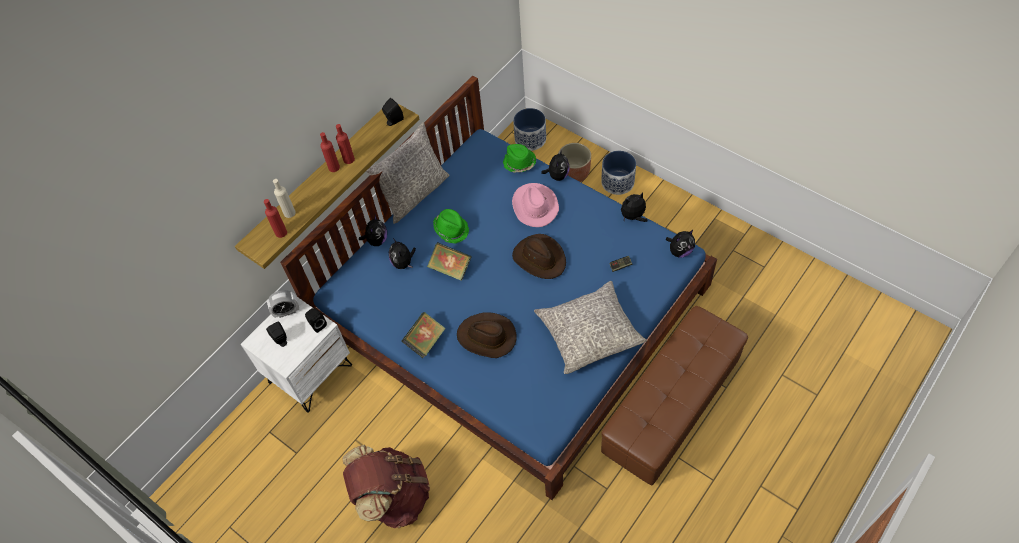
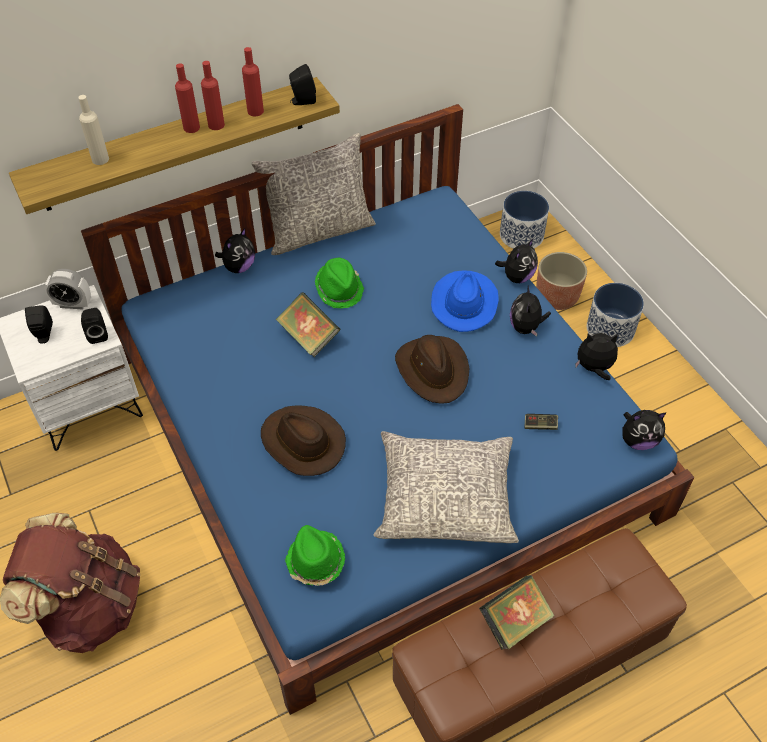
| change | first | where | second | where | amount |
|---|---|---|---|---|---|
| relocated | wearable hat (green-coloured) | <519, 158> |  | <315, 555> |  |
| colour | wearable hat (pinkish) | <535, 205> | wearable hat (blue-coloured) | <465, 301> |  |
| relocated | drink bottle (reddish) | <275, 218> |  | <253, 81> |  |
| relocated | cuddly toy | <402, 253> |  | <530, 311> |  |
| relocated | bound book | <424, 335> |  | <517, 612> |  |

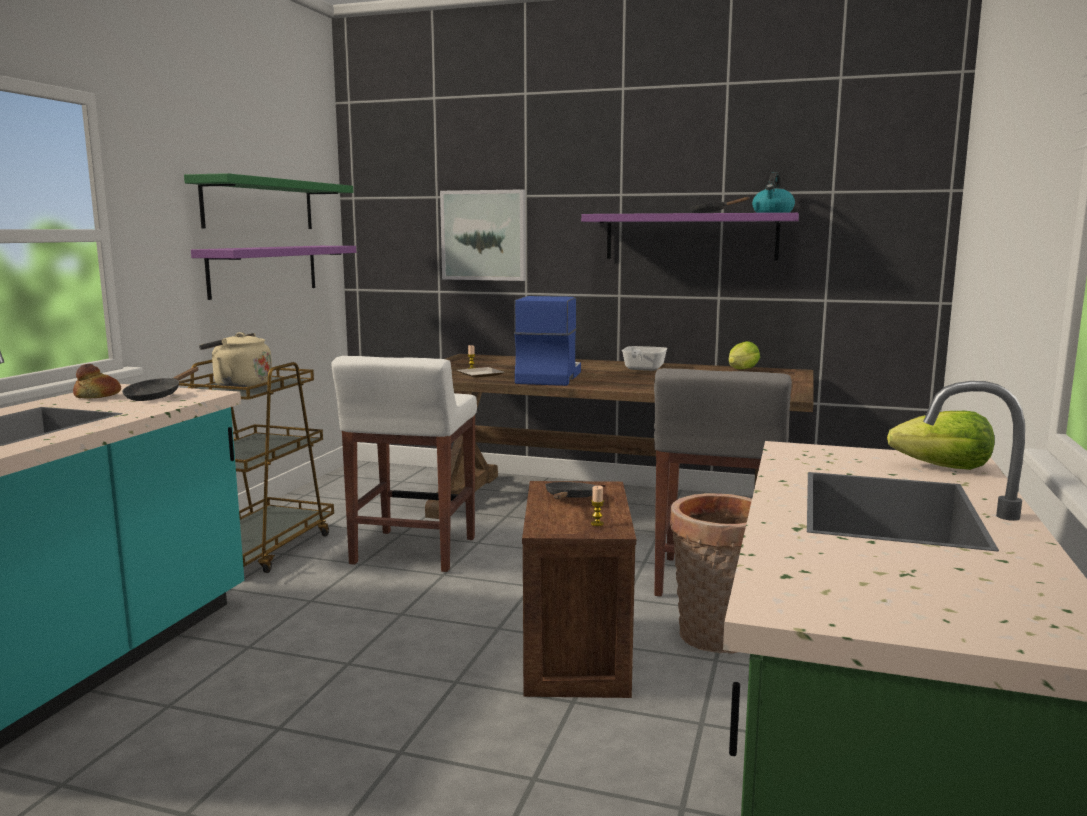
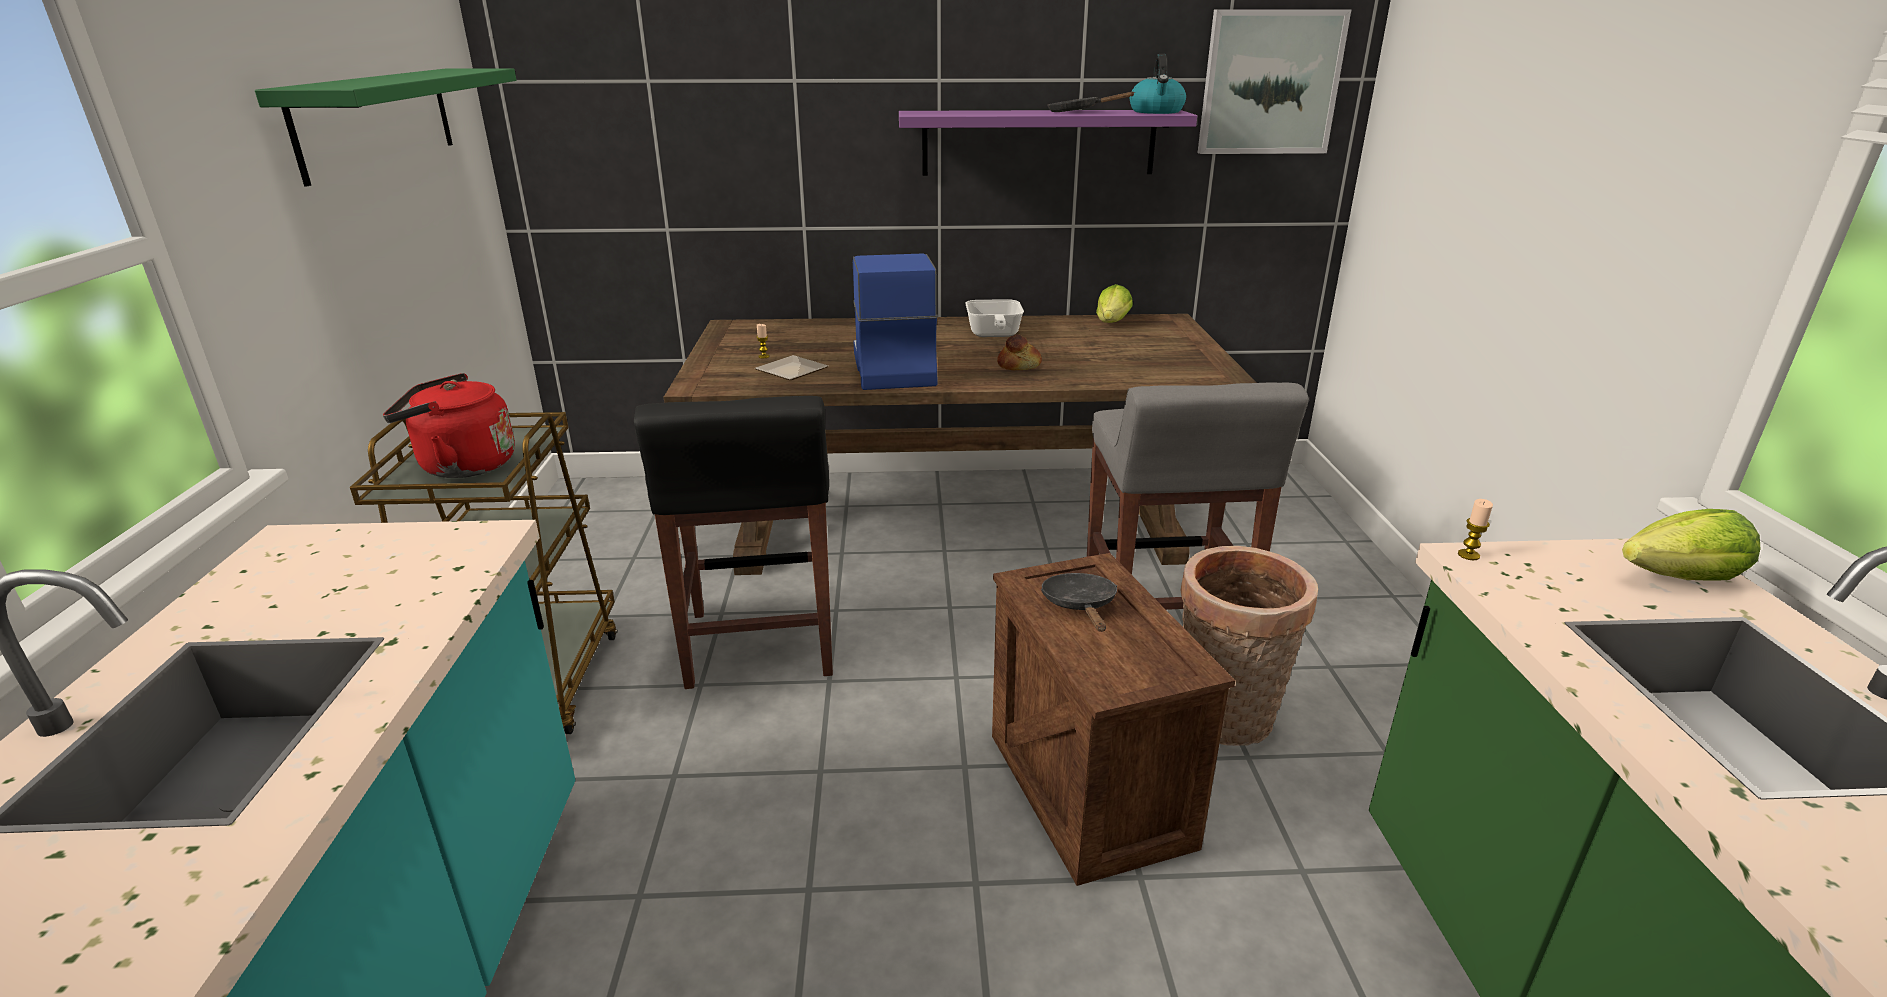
| change | first | where | second | where | amount |
|---|---|---|---|---|---|
| relocated | picture | <483, 235> |  | <1274, 81> |  |
| missing | shelf (purple) | <273, 273> |  |  |  |
| colour | water kettle (beige-coloured) | <235, 360> | water kettle (reddish) | <449, 425> |  |
| colour | sitting stool (white) | <404, 464> | sitting stool (black) | <733, 542> |  |
| relocated | baked bread | <97, 381> |  | <1019, 352> |  |
| missing | pan (black) | <160, 384> |  |  |  |
| relocated | wax candle | <597, 505> |  | <1475, 529> |  |

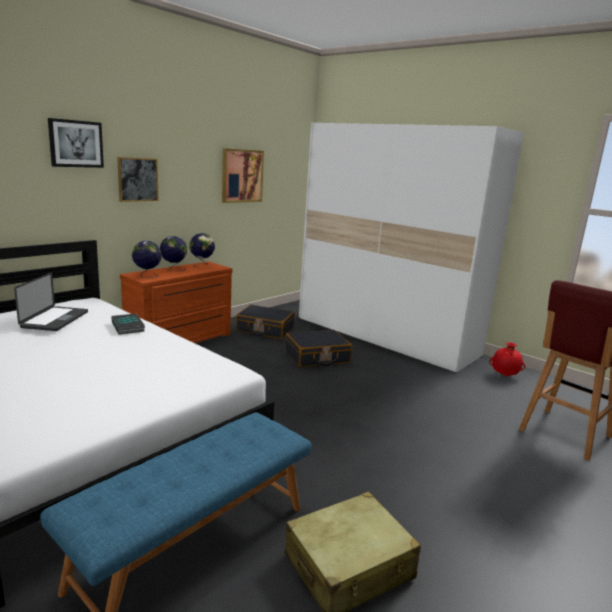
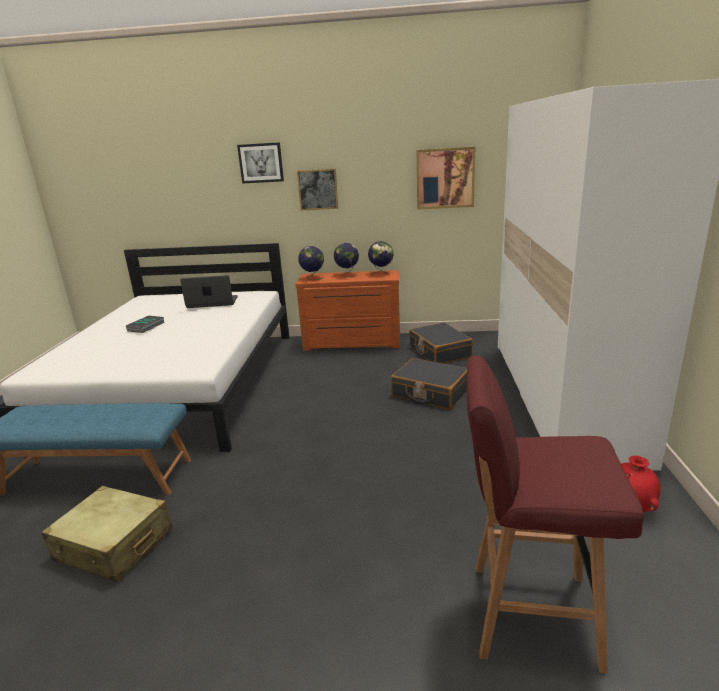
| change | first | where | second | where | amount |
|---|---|---|---|---|---|
| spun | portable computer | <51, 302> |  | <209, 291> | 150 degrees counterclockwise |
| relocated | bound book | <128, 324> |  | <145, 324> |  |

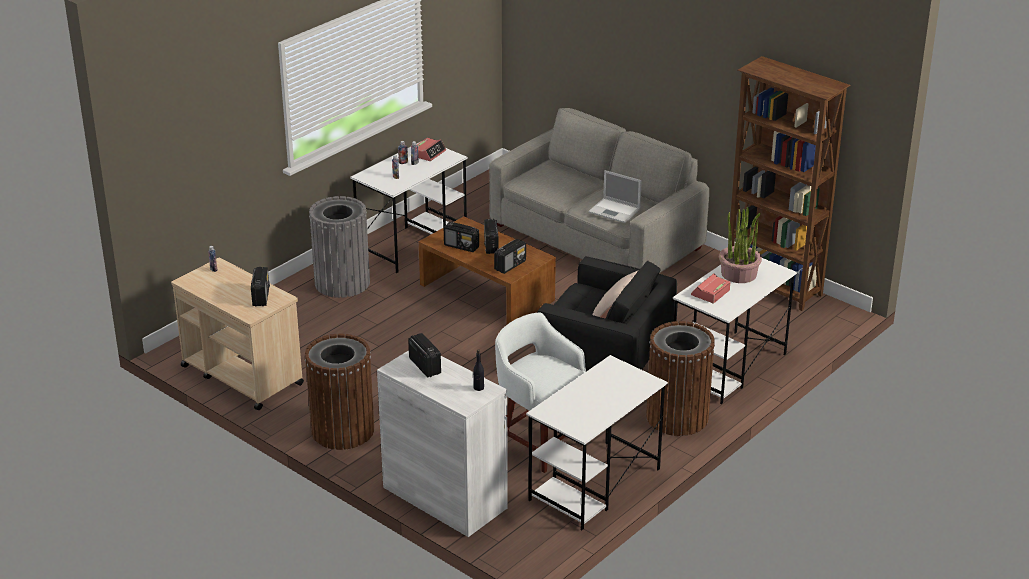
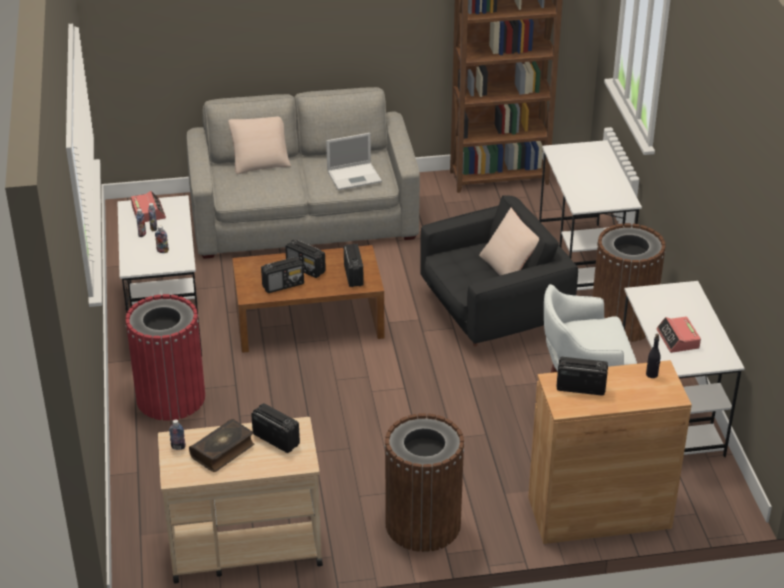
| change | first | where | second | where | amount |
|---|---|---|---|---|---|
| colour | trash can (gray) | <339, 247> | trash can (reddish) | <165, 357> |  |
| missing | plant in a pot | <740, 244> |  |  |  |
| relocated | table clock | <710, 288> |  | <678, 334> |  |
| colour | storage cabinet (white) | <442, 443> | storage cabinet (brown-coloured) | <610, 452> |  |
| appeared |  |  | cushion (beige-coloured) | <259, 145> |  |
| appeared |  |  | bound book | <221, 445> |  |

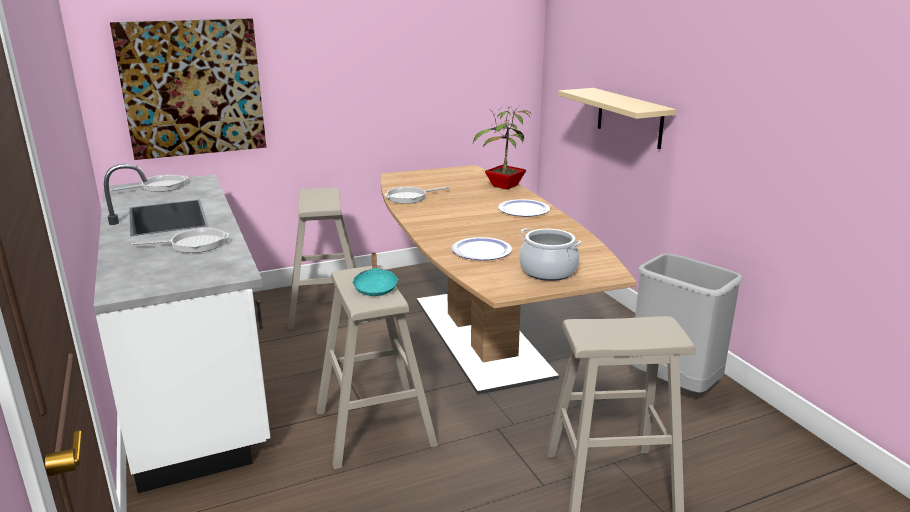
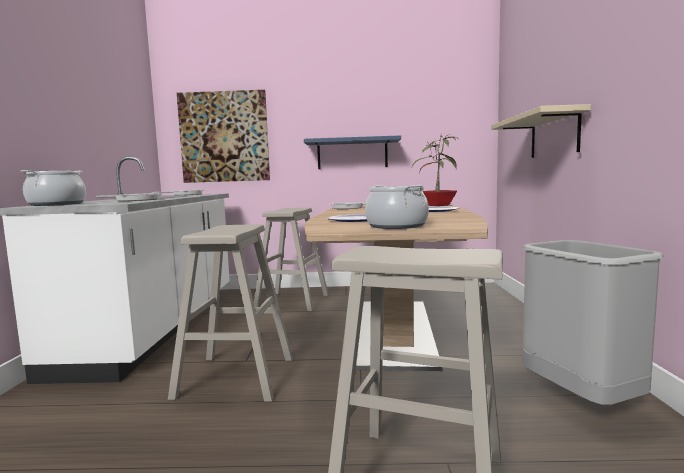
| change | first | where | second | where | amount |
|---|---|---|---|---|---|
| missing | pan (turquoise-coloured) | <375, 274> |  |  |  |
| appeared |  |  | shelf (blue-coloured) | <352, 152> |  |
| appeared |  |  | cooking pot | <53, 188> |  |

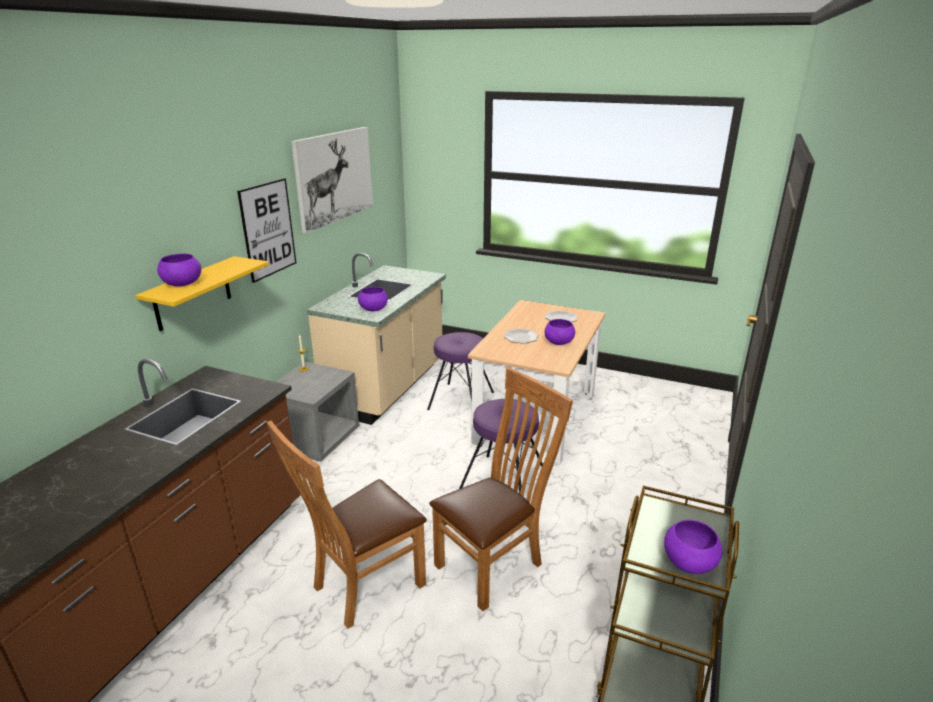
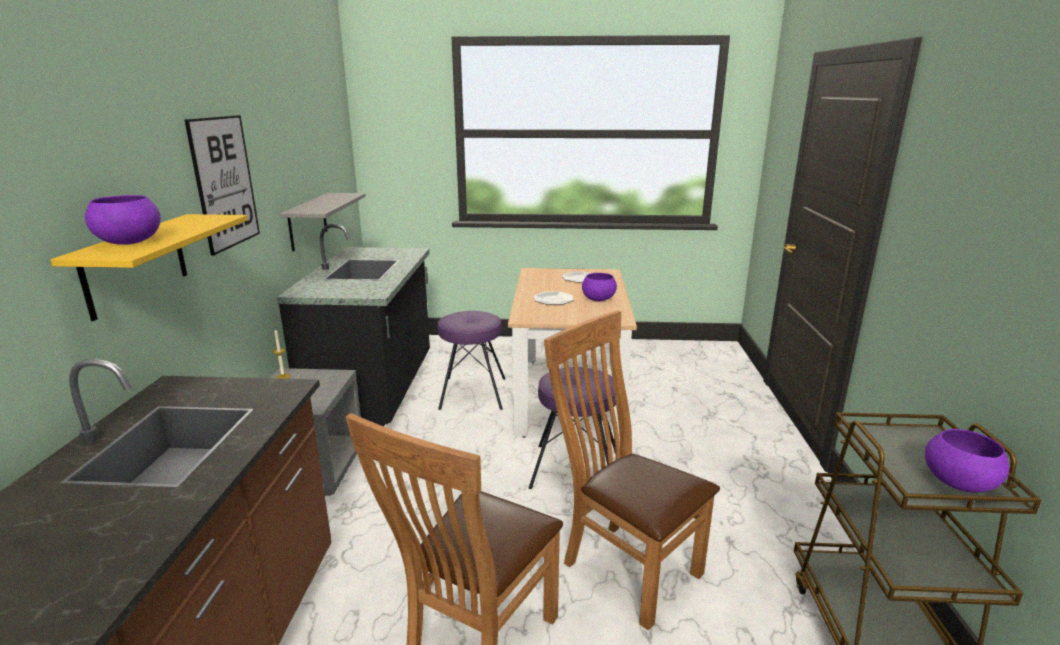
| change | first | where | second | where | amount |
|---|---|---|---|---|---|
| missing | picture | <332, 180> |  |  |  |
| colour | counter (beige-coloured) | <376, 339> | counter (black) | <353, 325> |  |
| missing | deep dish (purple) | <373, 299> |  |  |  |
| spun | chair (brown-coloured) | <501, 490> |  | <632, 471> | 75 degrees counterclockwise |
| appeared |  |  | shelf (gray) | <323, 222> |  |

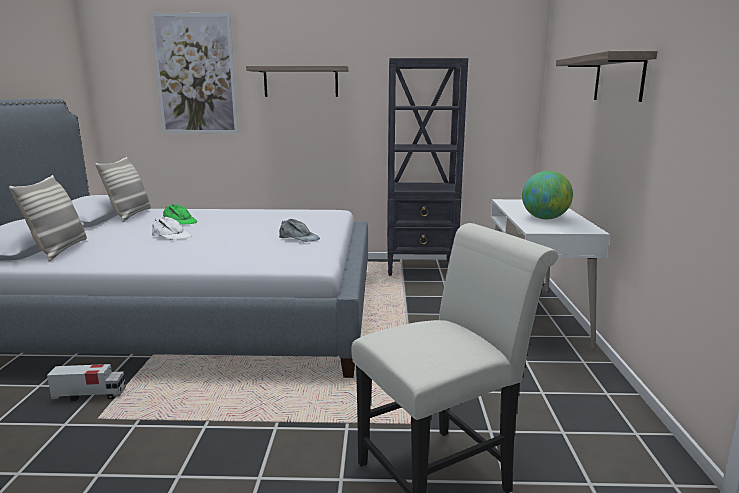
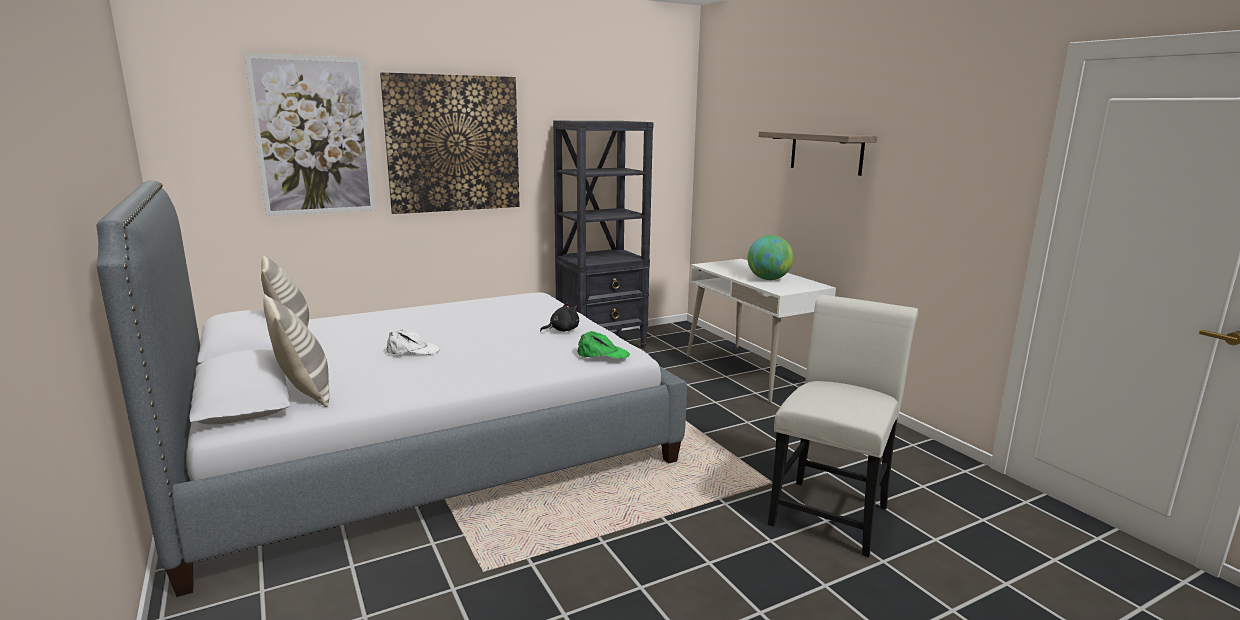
| change | first | where | second | where | amount |
|---|---|---|---|---|---|
| exchanged | shelf | <297, 81> | picture | <450, 143> |  |
| relocated | baseball cap (green-coloured) | <180, 214> |  | <603, 345> |  |
| exchanged | baseball cap (gray) | <299, 230> | cuddly toy (black) | <559, 317> |  |
| missing | toy lorry | <86, 382> |  |  |  |

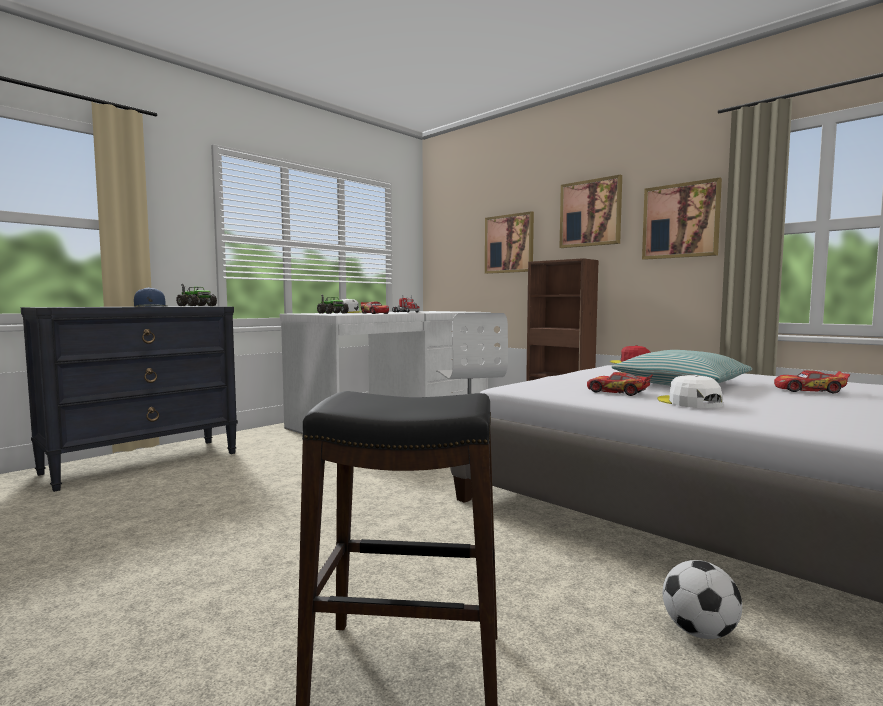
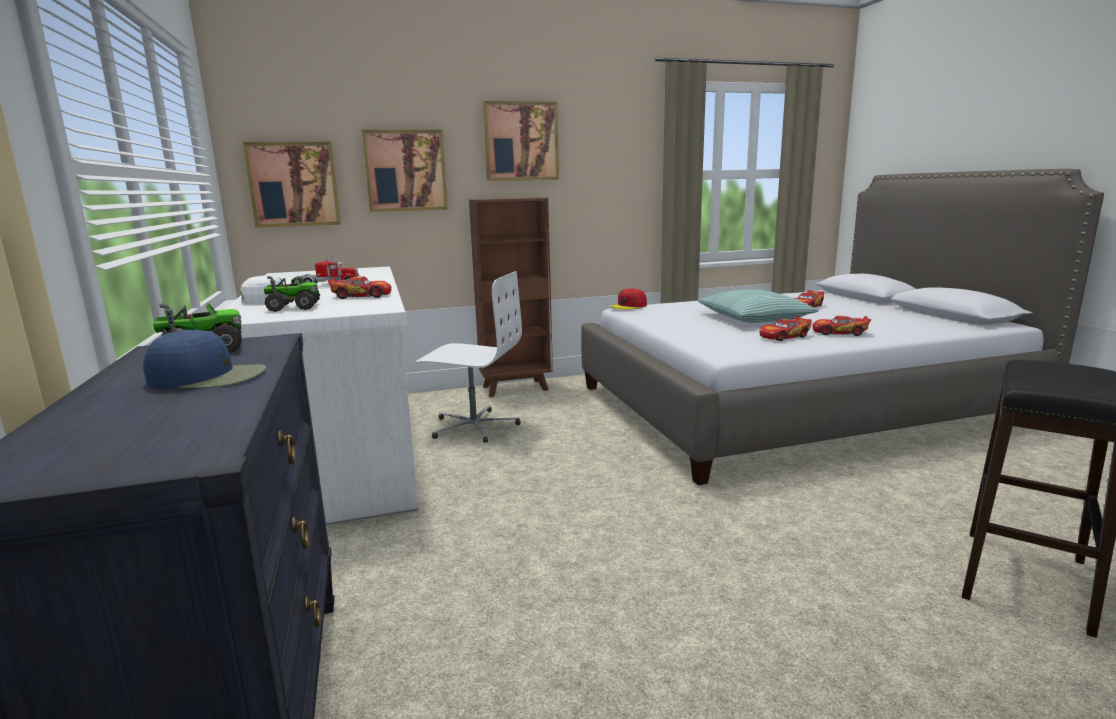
| change | first | where | second | where | amount |
|---|---|---|---|---|---|
| relocated | picture | <682, 219> |  | <292, 185> |  |
| exchanged | baseball cap (white) | <690, 391> | model car | <842, 326> |  |
| missing | football | <702, 599> |  |  |  |

